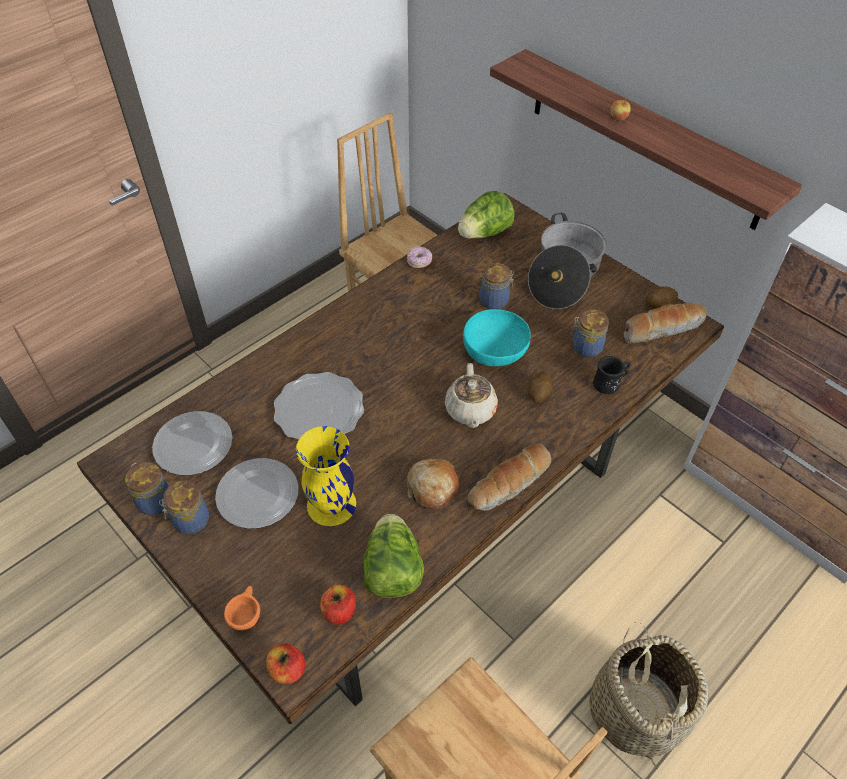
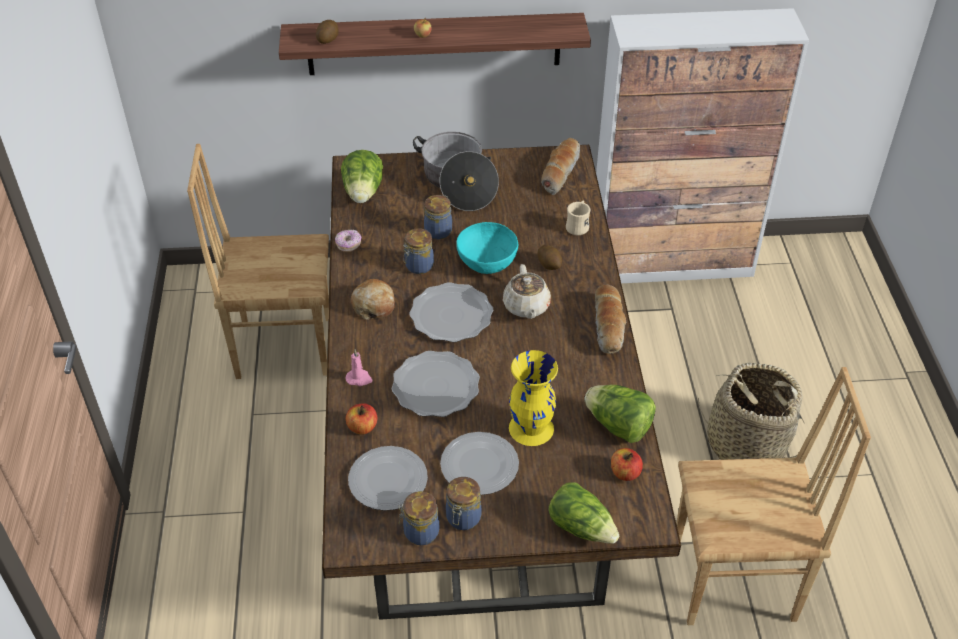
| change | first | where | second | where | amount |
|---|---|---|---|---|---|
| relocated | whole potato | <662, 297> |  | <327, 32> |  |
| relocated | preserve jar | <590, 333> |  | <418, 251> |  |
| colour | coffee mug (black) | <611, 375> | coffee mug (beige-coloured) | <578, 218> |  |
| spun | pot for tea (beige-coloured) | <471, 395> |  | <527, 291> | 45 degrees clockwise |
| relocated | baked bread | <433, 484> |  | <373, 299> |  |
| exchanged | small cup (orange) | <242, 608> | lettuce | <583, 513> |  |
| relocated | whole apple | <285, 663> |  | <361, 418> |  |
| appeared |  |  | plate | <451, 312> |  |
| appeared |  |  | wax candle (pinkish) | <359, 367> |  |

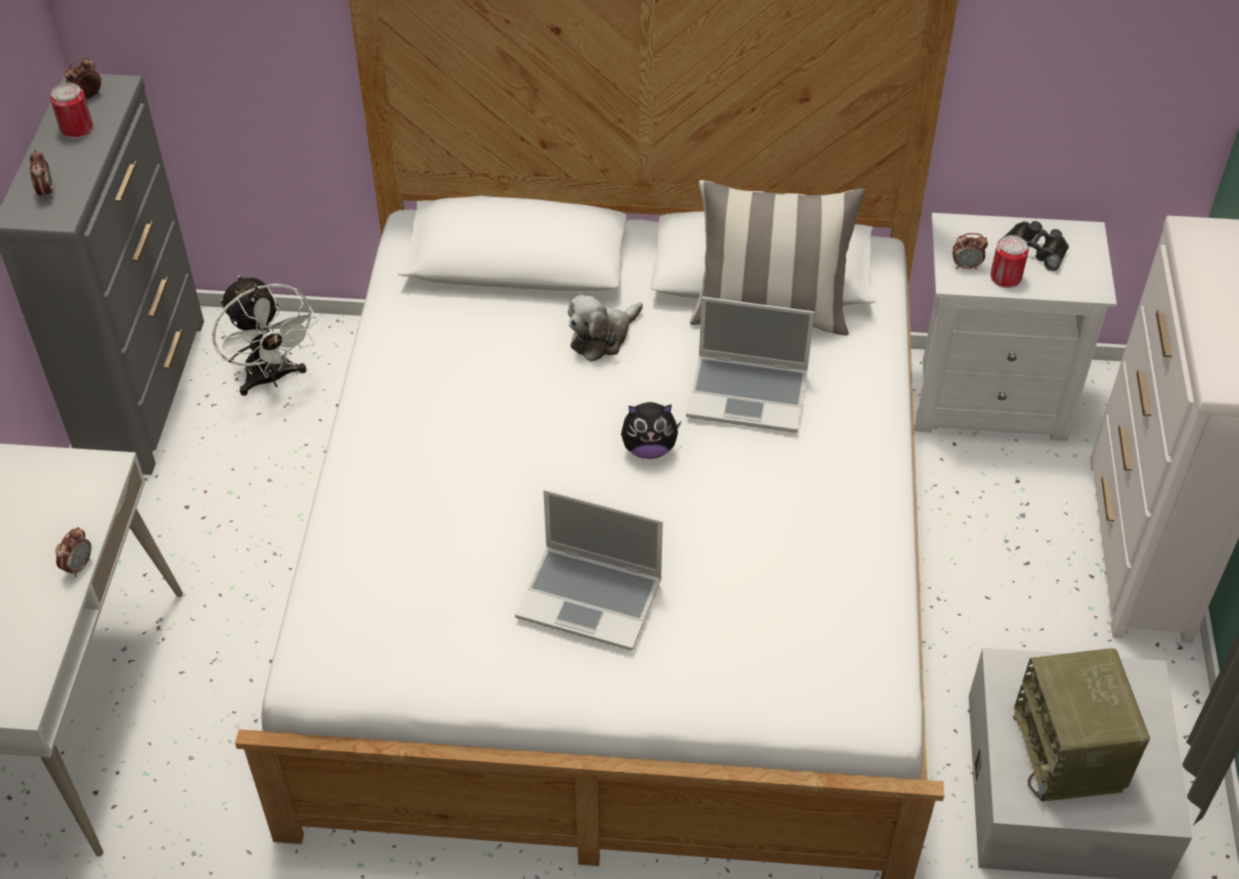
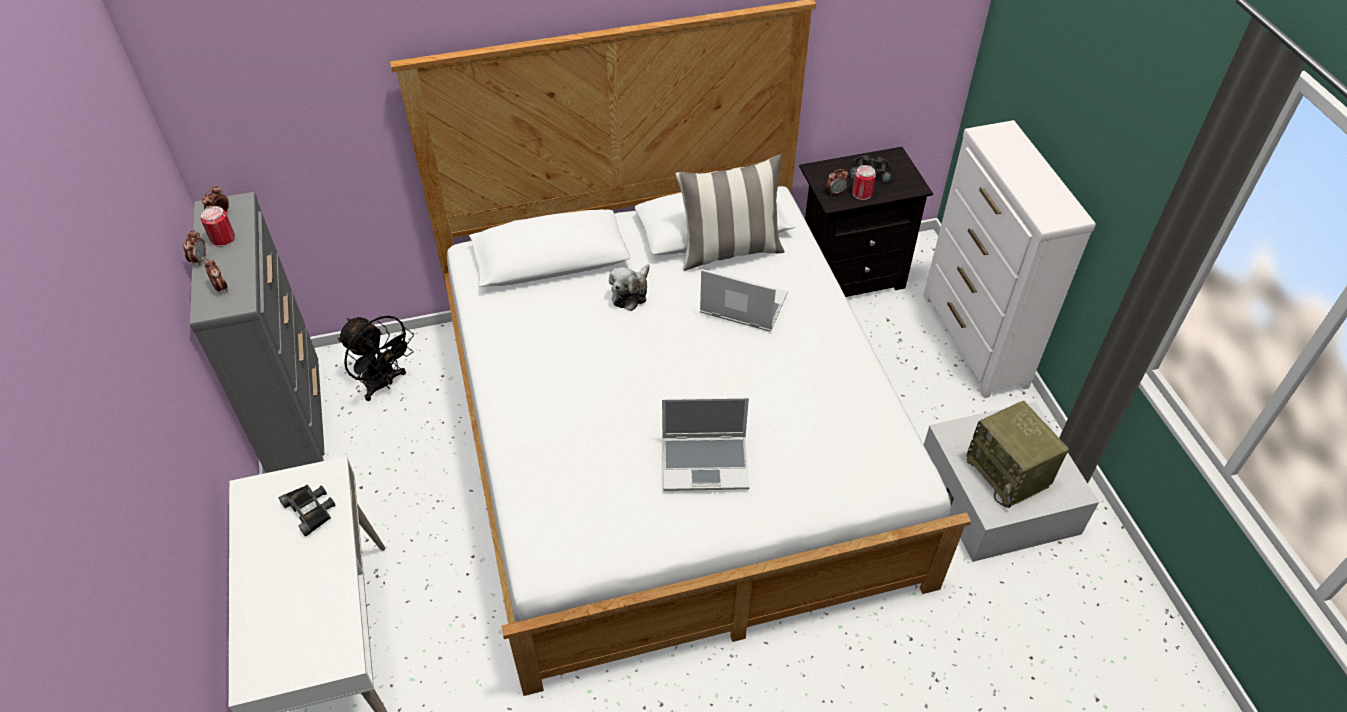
| change | first | where | second | where | amount |
|---|---|---|---|---|---|
| colour | night table (white) | <1015, 327> | night table (black) | <866, 222> |  |
| colour | electric fan (white) | <265, 335> | electric fan (black) | <376, 358> |  |
| spun | portable computer | <750, 365> |  | <744, 300> | 150 degrees counterclockwise |
| missing | cuddly toy | <651, 430> |  |  |  |
| relocated | table clock | <73, 552> |  | <194, 248> |  |
| appeared |  |  | field glasses (black) | <307, 510> |  |

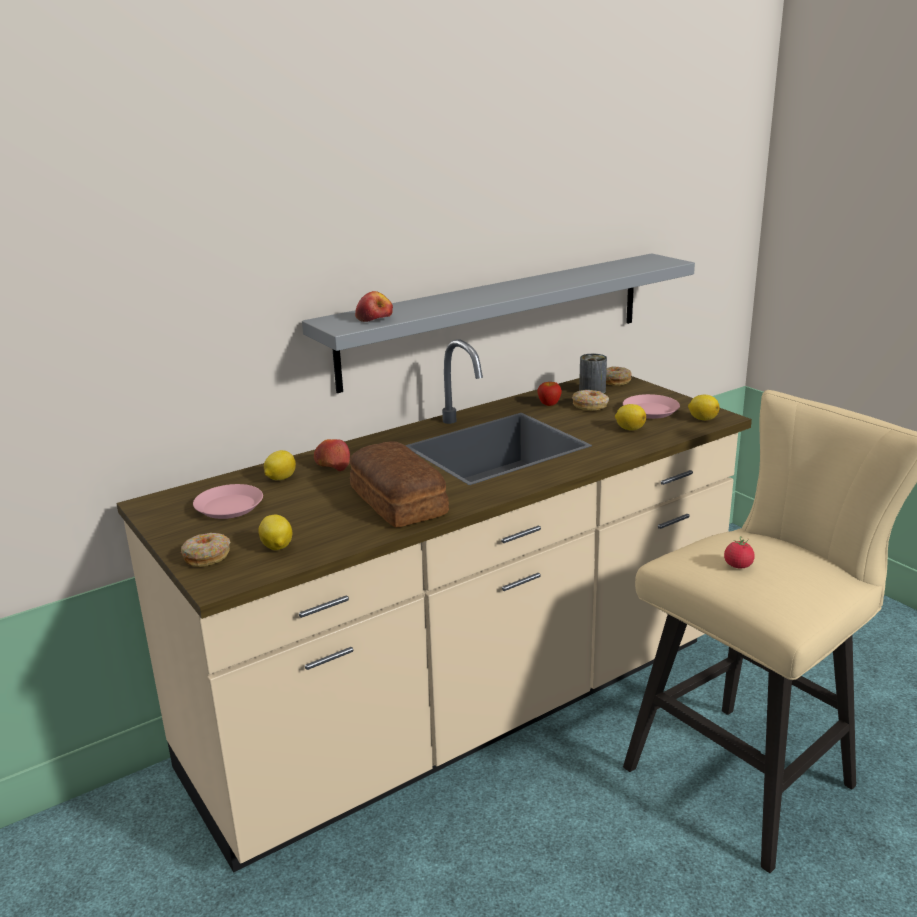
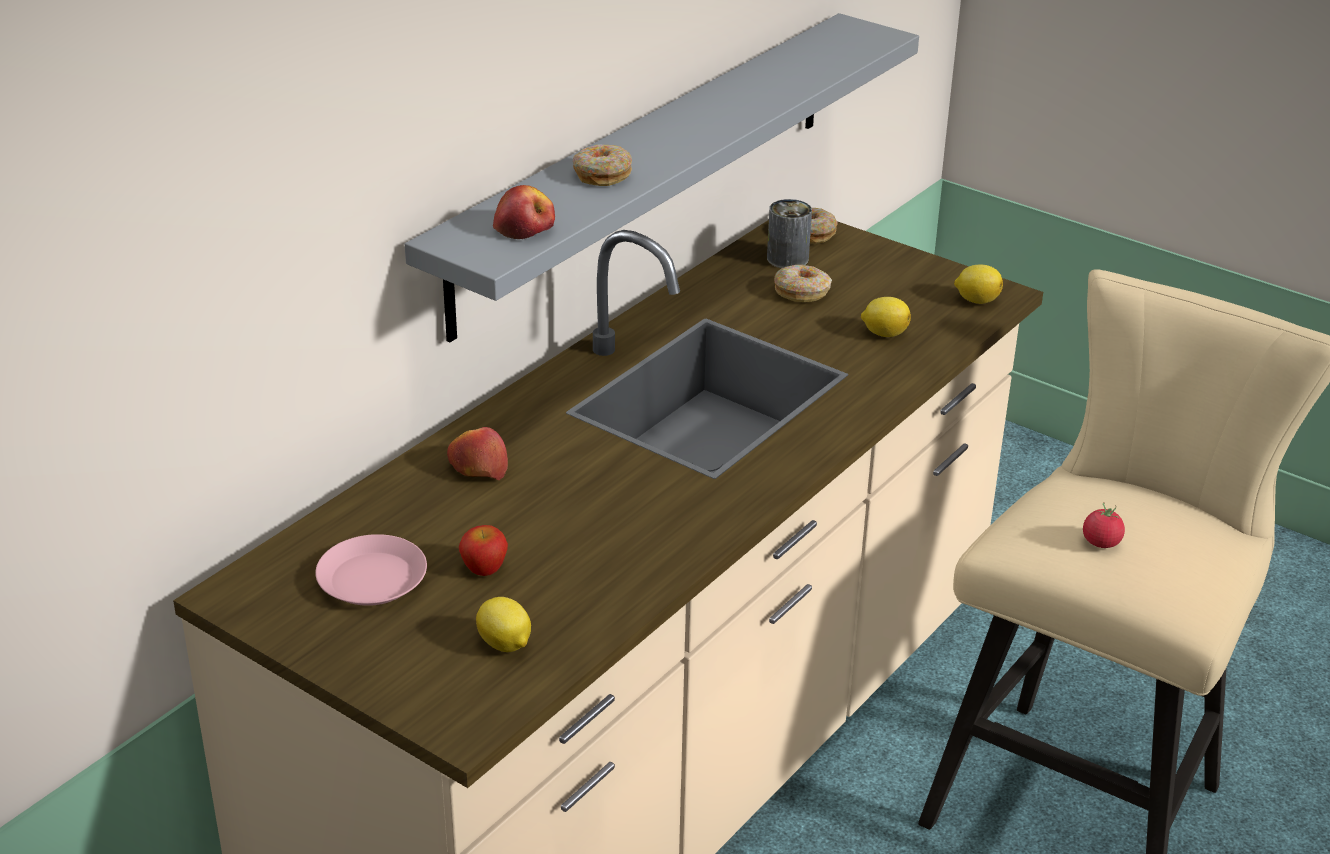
| change | first | where | second | where | amount |
|---|---|---|---|---|---|
| relocated | whole apple | <549, 394> |  | <483, 550> |  |
| missing | plate (pinkish) | <651, 406> |  |  |  |
| missing | baked bread | <399, 485> |  |  |  |
| missing | whole lemon | <280, 465> |  |  |  |
| relocated | doughnut | <205, 550> |  | <602, 165> |  |

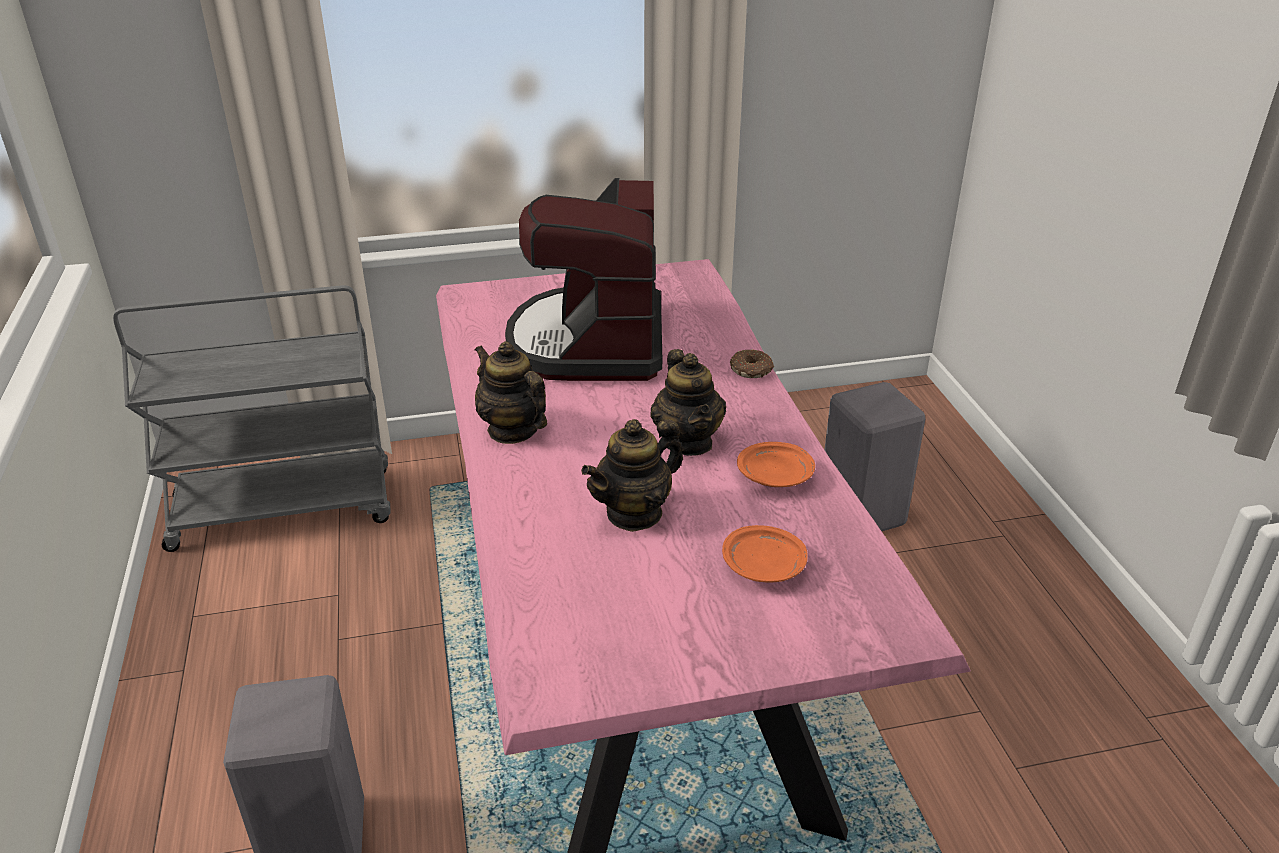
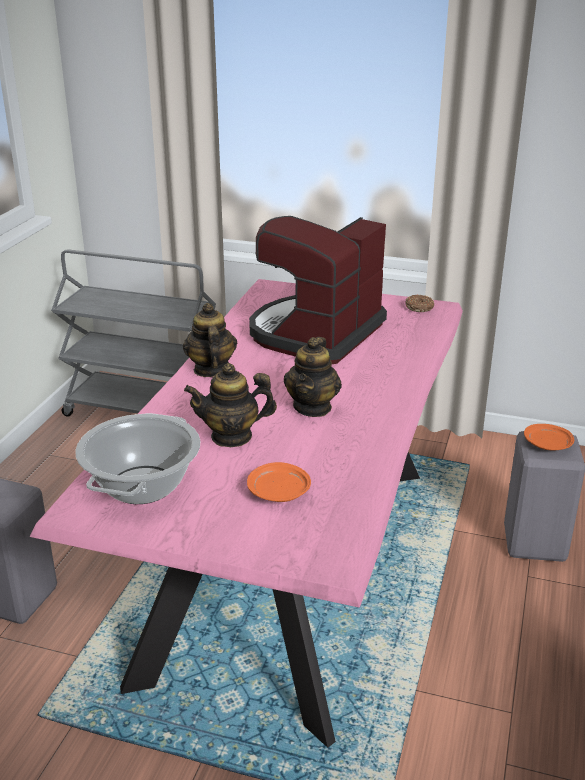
| change | first | where | second | where | amount |
|---|---|---|---|---|---|
| relocated | doughnut | <752, 363> |  | <419, 303> |  |
| relocated | plate (orange) | <776, 464> |  | <549, 437> |  |
| appeared |  |  | cooking pot | <137, 458> |  |

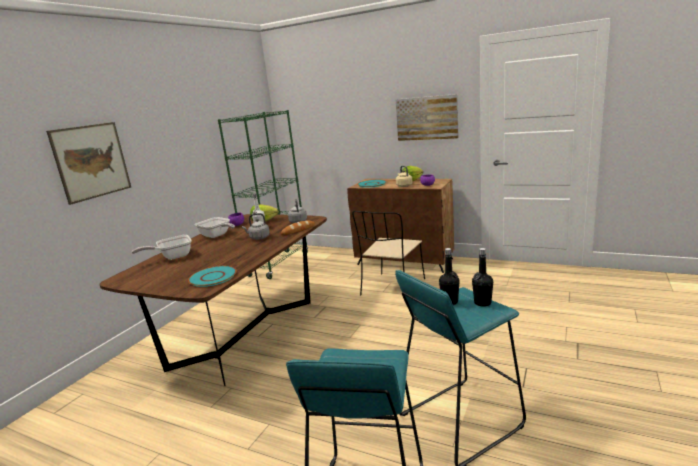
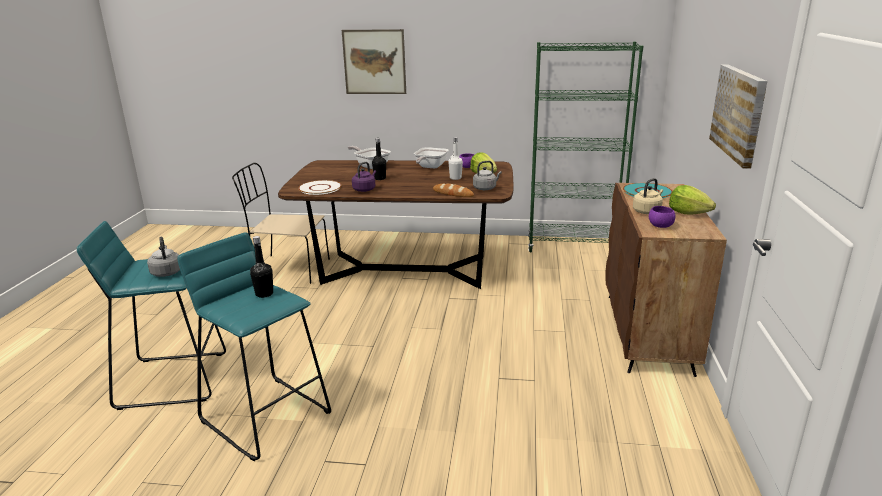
| change | first | where | second | where | amount |
|---|---|---|---|---|---|
| relocated | chair (beige-coloured) | <388, 253> |  | <281, 223> |  |
| relocated | water kettle (gray) | <256, 226> |  | <163, 257> |  |
| relocated | drink bottle (black) | <482, 277> |  | <379, 159> |  |
| colour | plate (turquoise-coloured) | <212, 276> | plate (white) | <320, 187> |  |
| appeared |  |  | water kettle (purple) | <364, 177> |  |

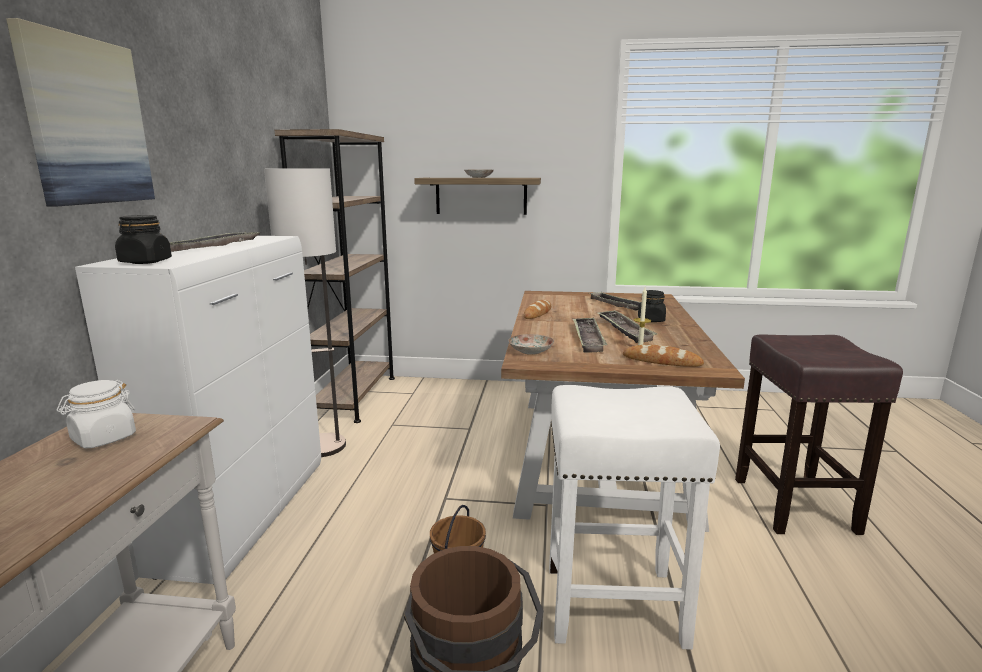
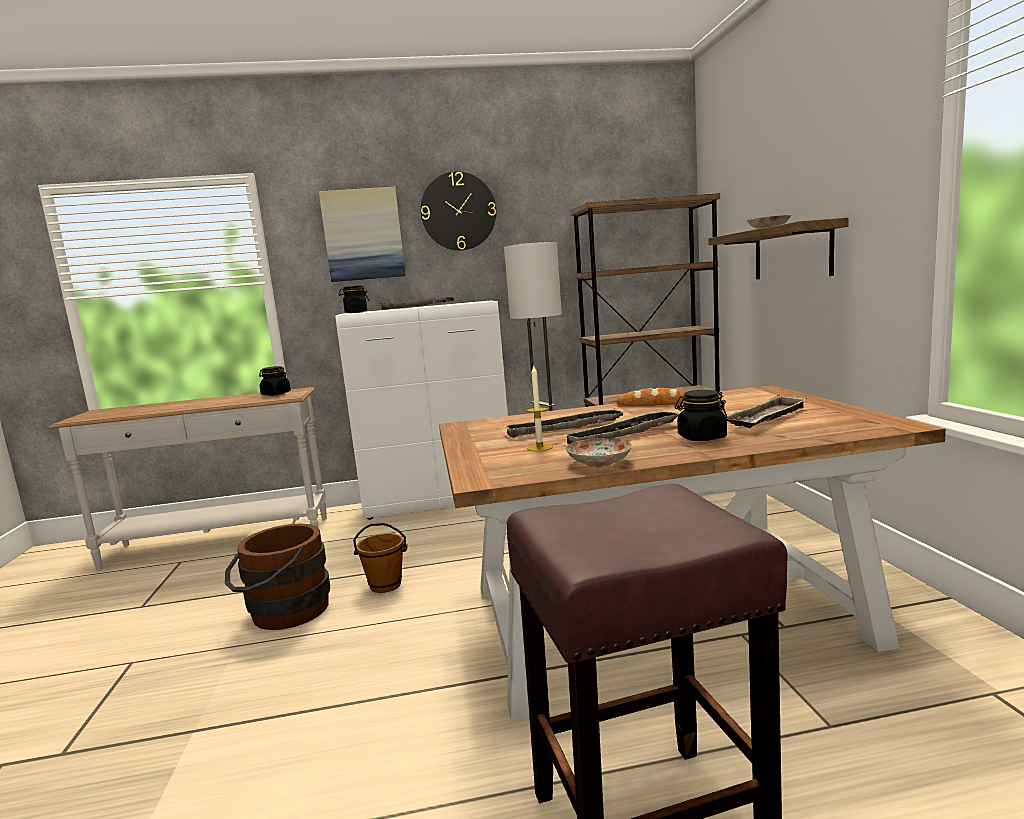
| change | first | where | second | where | amount |
|---|---|---|---|---|---|
| relocated | plate | <531, 344> |  | <598, 452> |  |
| missing | baked bread | <663, 356> |  |  |  |
| colour | preserve jar (white) | <96, 414> | preserve jar (black) | <275, 381> |  |
| missing | sitting stool (white) | <634, 517> |  |  |  |
| appeared |  |  | wall clock | <458, 211> |  |

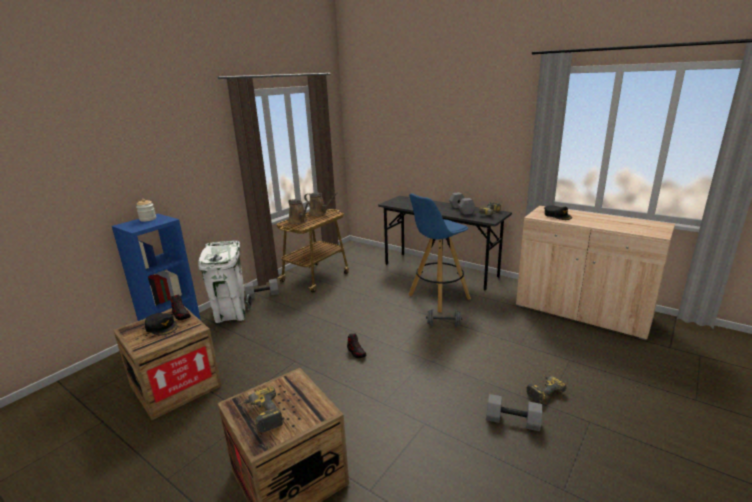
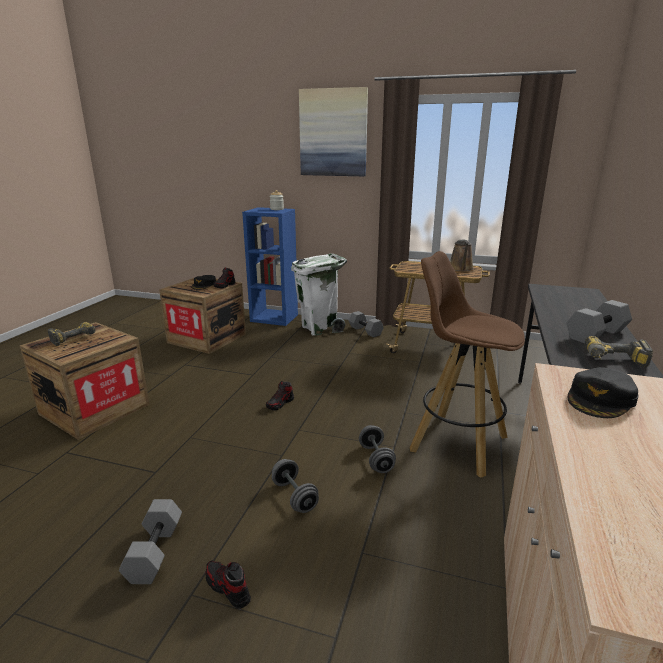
| change | first | where | second | where | amount |
|---|---|---|---|---|---|
| colour | sitting stool (blue-coloured) | <439, 253> | sitting stool (brown-coloured) | <467, 364> |  |
| missing | sprinkling can (brown-coloured) | <298, 211> |  |  |  |
| exchanged | electric drill | <546, 388> | shoe | <228, 584> |  |
| appeared |  |  | picture | <333, 131> |  |
| appeared |  |  | free weight (gray) | <295, 486> |  |

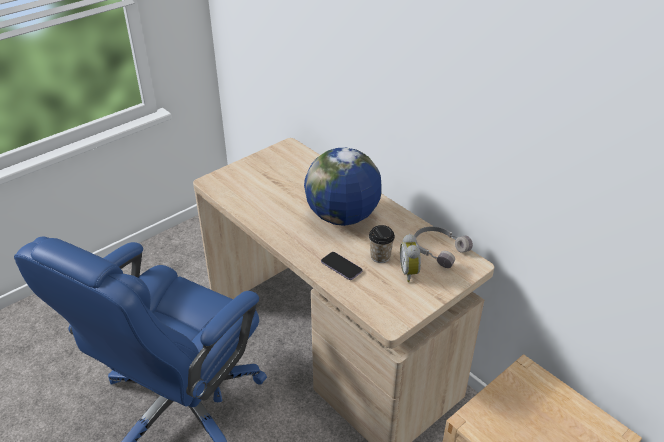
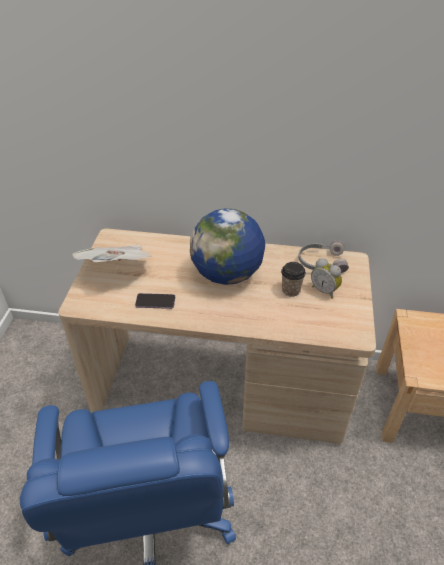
| change | first | where | second | where | amount |
|---|---|---|---|---|---|
| relocated | handset | <341, 266> |  | <155, 301> |  |
| appeared |  |  | newspaper | <111, 253> |  |

